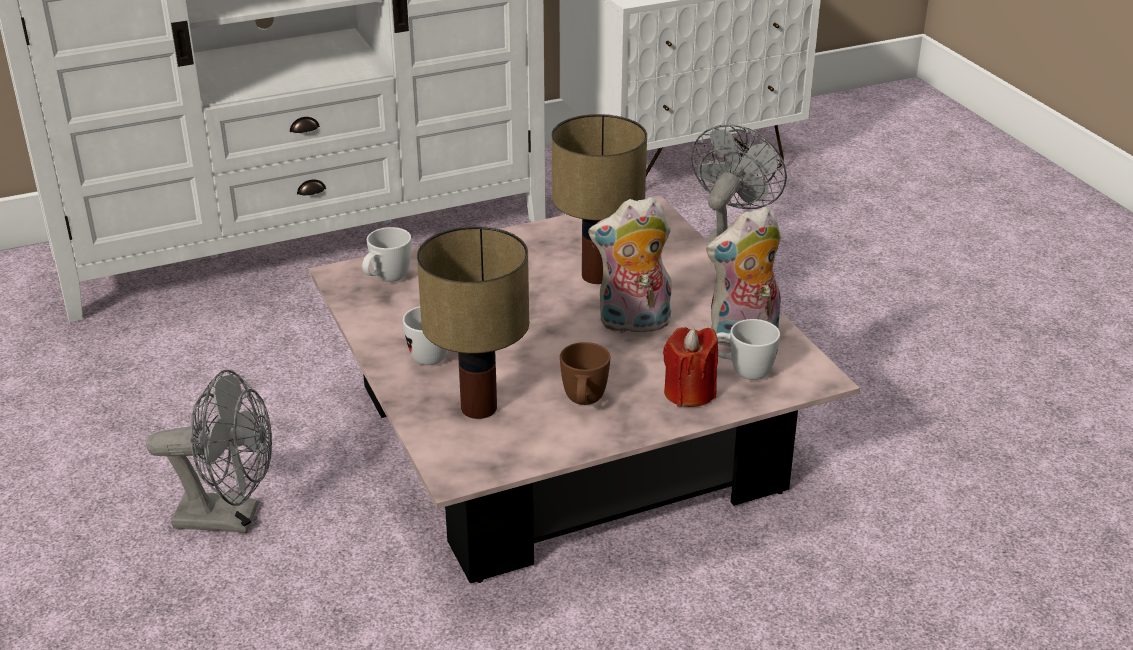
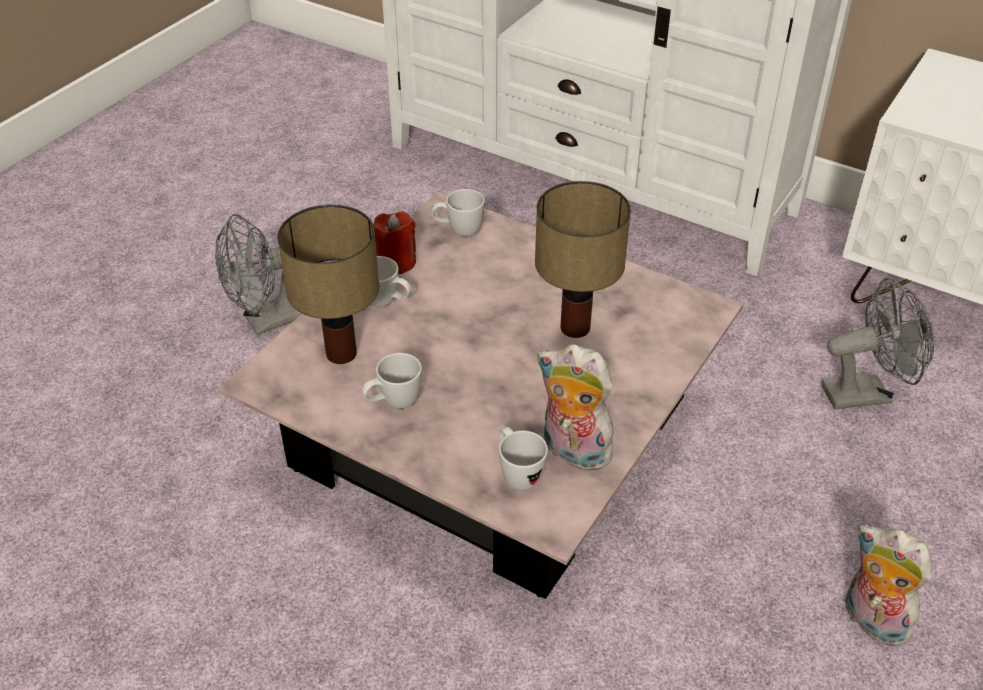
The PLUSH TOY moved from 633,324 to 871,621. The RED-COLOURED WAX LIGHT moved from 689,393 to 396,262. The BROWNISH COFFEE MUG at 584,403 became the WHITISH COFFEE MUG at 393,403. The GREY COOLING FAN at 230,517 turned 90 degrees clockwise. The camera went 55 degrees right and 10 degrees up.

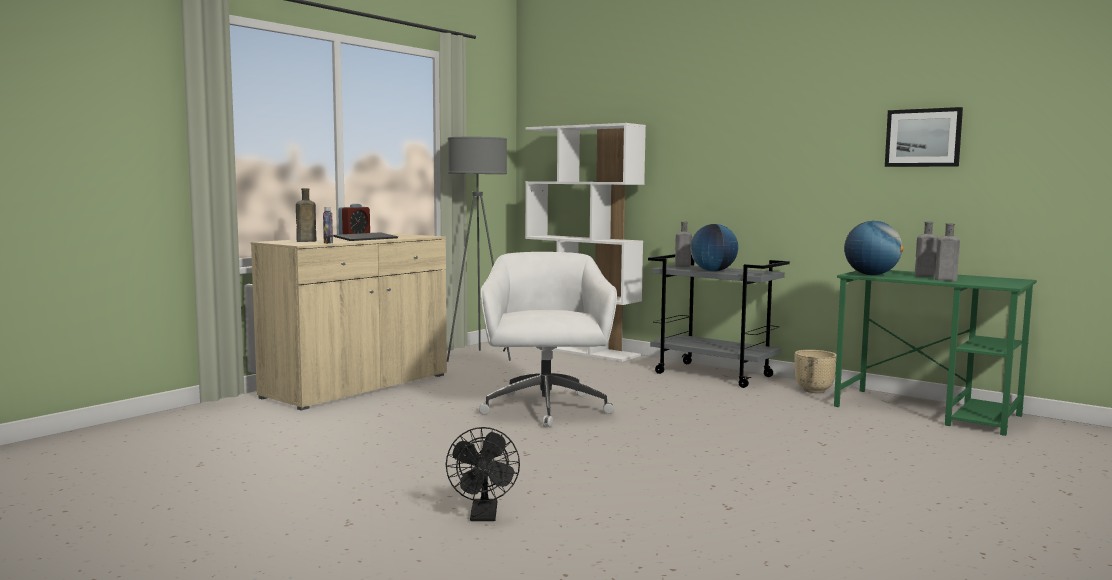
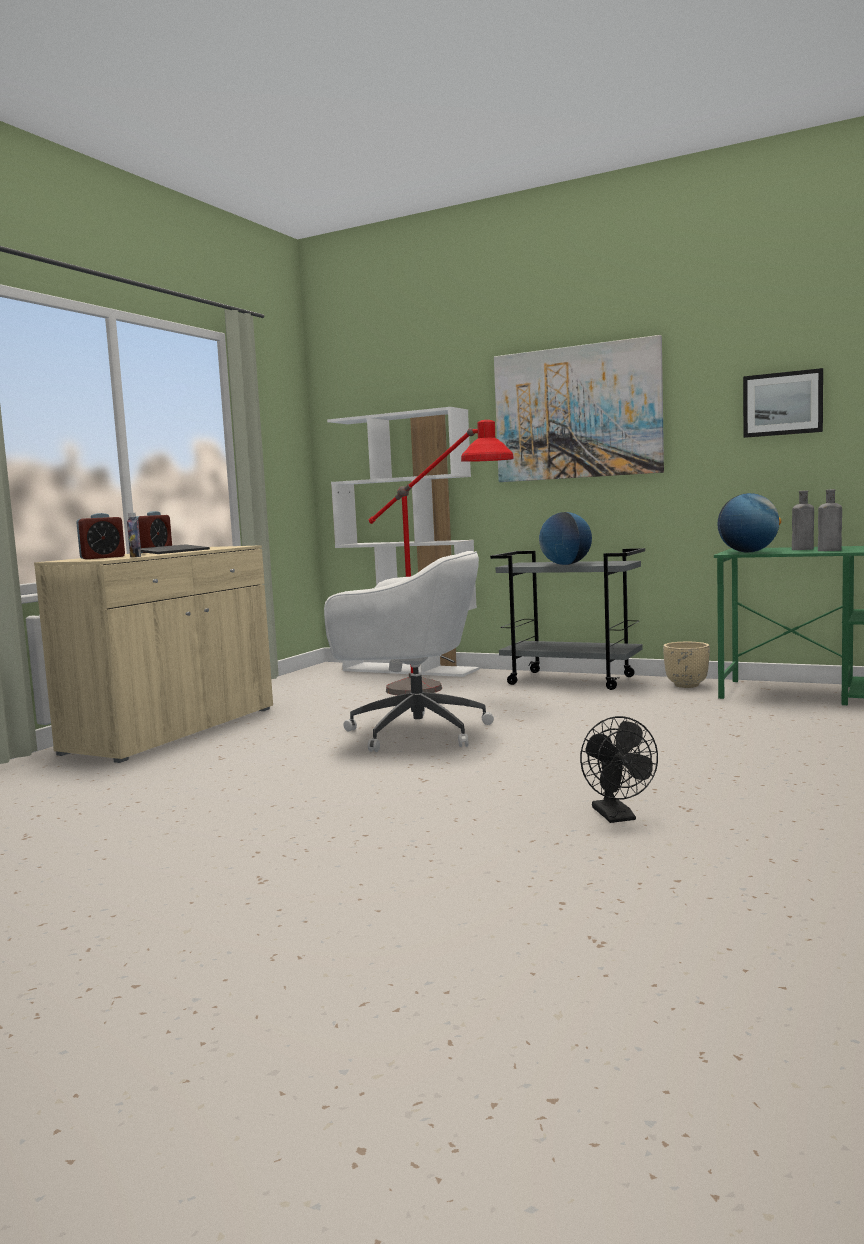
The GREY FLOOR LAMP at 478,357 disappeared. The GREY BEVERAGE BOTTLE at 681,266 disappeared. The RED-COLOURED FLOOR LAMP at 445,693 appeared. The WALL PICTURE at 577,412 appeared. The BLACK-COLOURED COOLING FAN moved from 484,516 to 617,817. The BROWNISH BEVERAGE BOTTLE at 305,241 was replaced by the ALARM CLOCK at 102,557. The WHITISH DESK CHAIR at 545,409 turned 120 degrees clockwise. The camera went 10 degrees left and 0 degrees up.

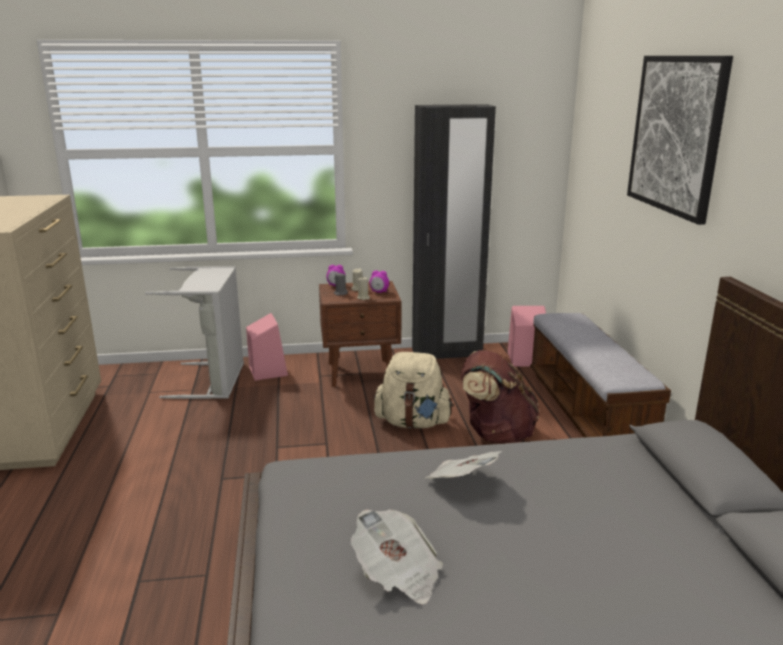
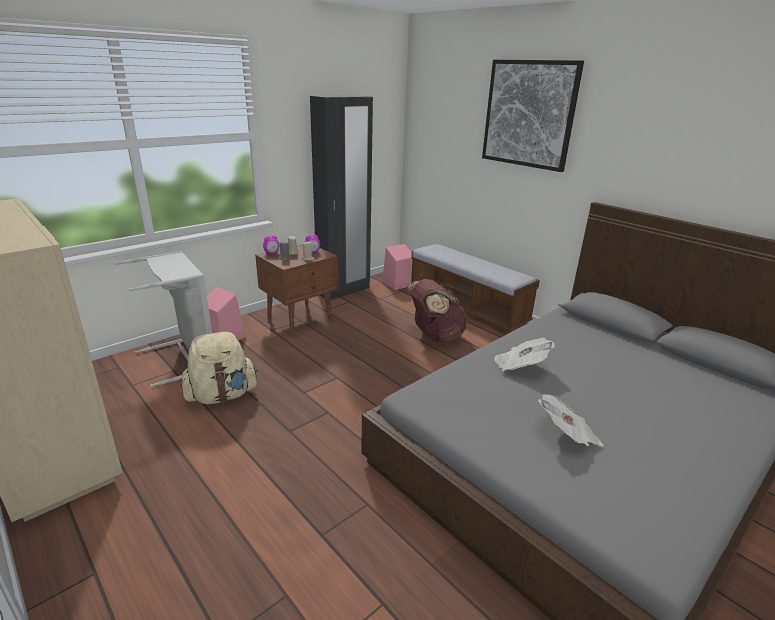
The SAND-COLOURED BACKPACK moved from 413,422 to 222,395. The camera went 35 degrees left and 5 degrees up.

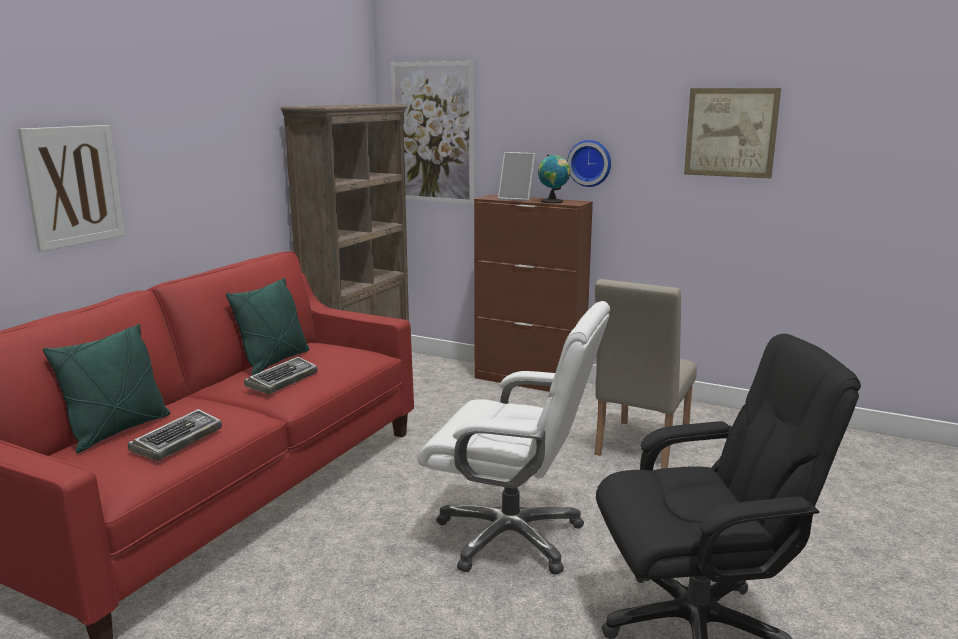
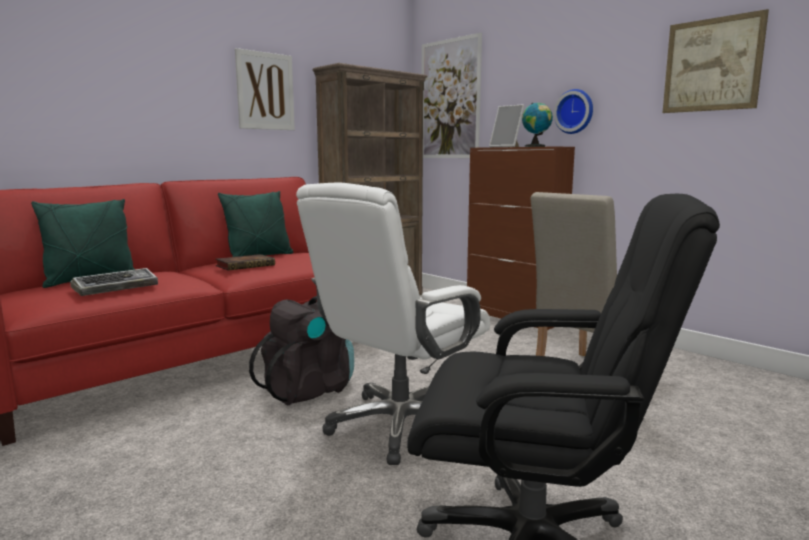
The BLACK-COLOURED BACKPACK at 309,389 appeared. The WALL PICTURE moved from 73,186 to 265,91. The PC KEYBOARD at 282,380 was replaced by the BOUND BOOK at 246,266. The WHITISH DESK CHAIR at 512,536 turned 90 degrees clockwise. The camera went 20 degrees right and 5 degrees down.

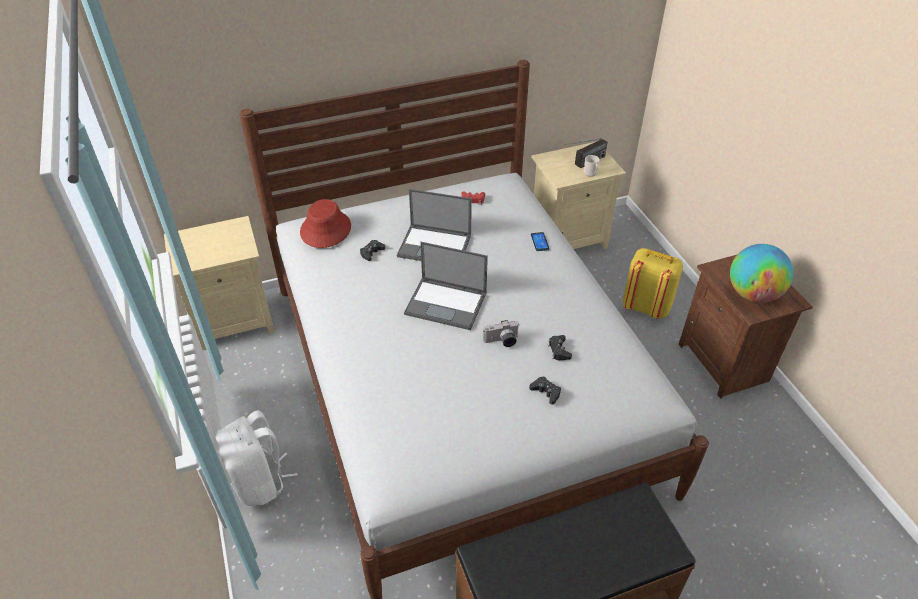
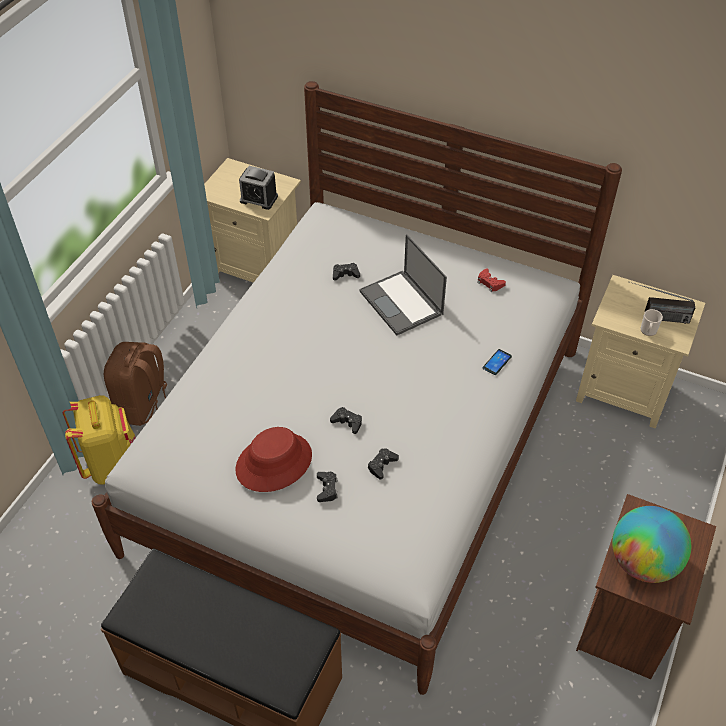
The PORTABLE COMPUTER at 447,303 disappeared. The ALARM CLOCK at 259,199 appeared. The RED-COLOURED HAT moved from 325,229 to 274,462. The YELLOWISH BACKPACK moved from 646,307 to 110,463. The STILL CAMERA at 502,341 was replaced by the BLACK-COLOURED GAME CONTROLLER at 347,422. The WHITISH BACKPACK at 260,481 became the BROWNISH BACKPACK at 144,406. The camera went 45 degrees right and 5 degrees up.

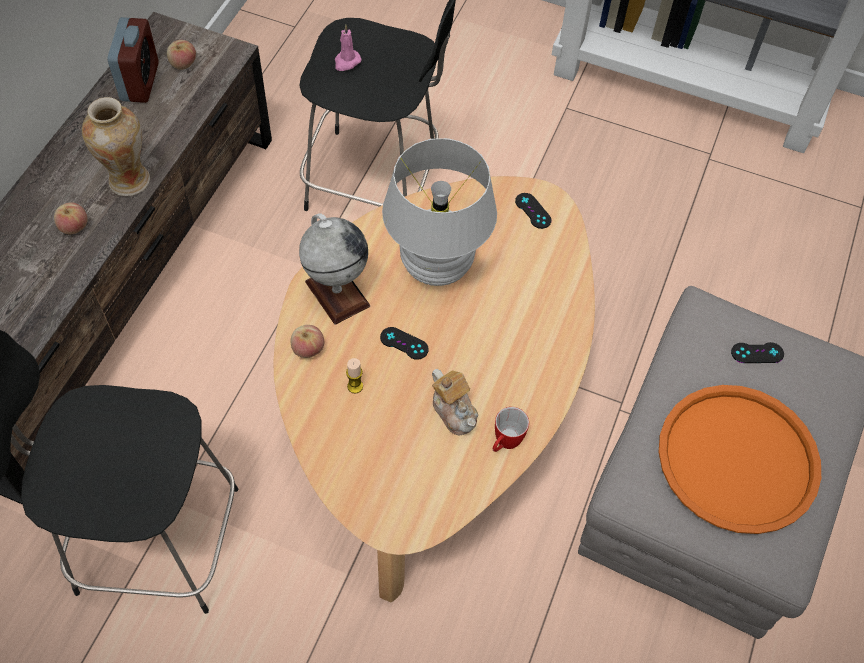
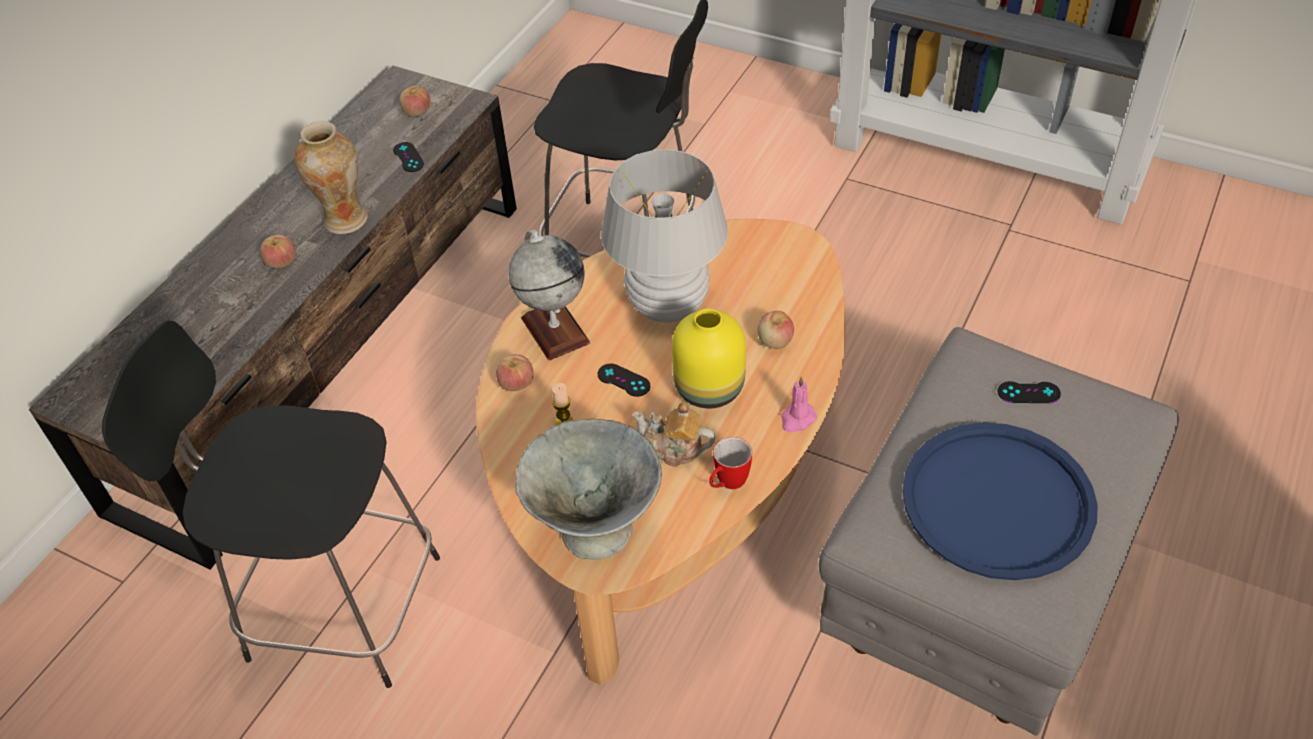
The ALARM CLOCK at 140,82 disappeared. The GREY DEEP DISH at 596,529 appeared. The YELLOWISH VASE at 707,387 appeared. The WHOLE APPLE at 775,341 appeared. The PINK WAX LIGHT moved from 346,62 to 797,419. The BLACK-COLOURED GAME CONTROLLER moved from 533,211 to 408,157. The ORANGE TRAY at 737,459 became the BLUE-COLOURED TRAY at 997,501. The TEAPOT at 454,410 turned 135 degrees clockwise. The camera went 10 degrees right and 10 degrees down.

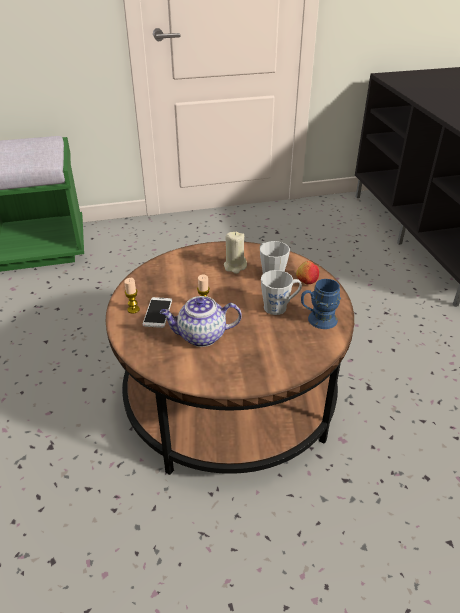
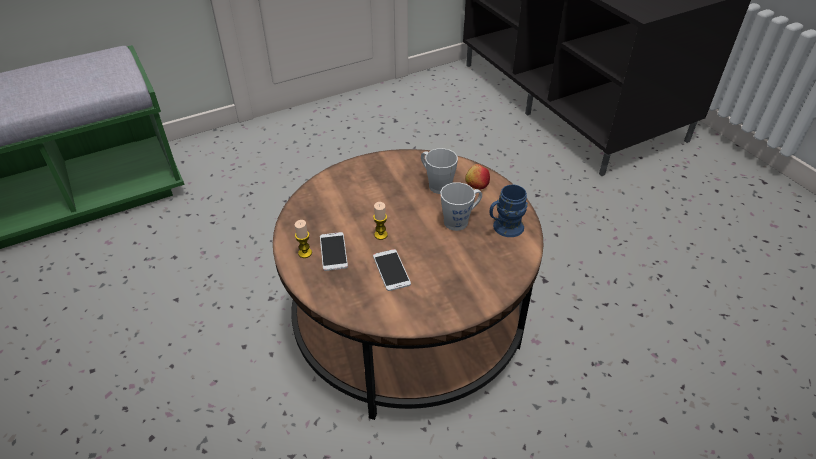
The SAND-COLOURED WAX LIGHT at 235,266 disappeared. The TEAPOT at 201,336 was replaced by the HANDSET at 391,270. The camera went 15 degrees left and 5 degrees up.

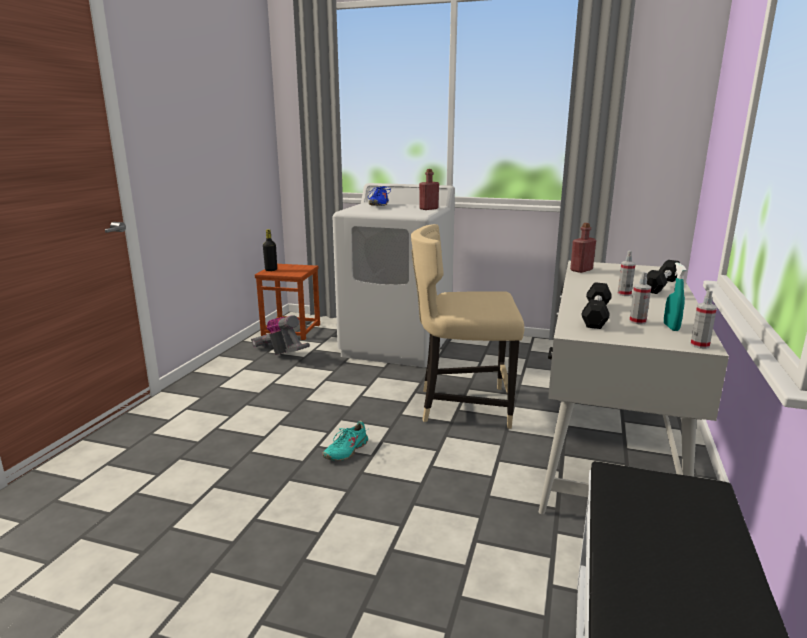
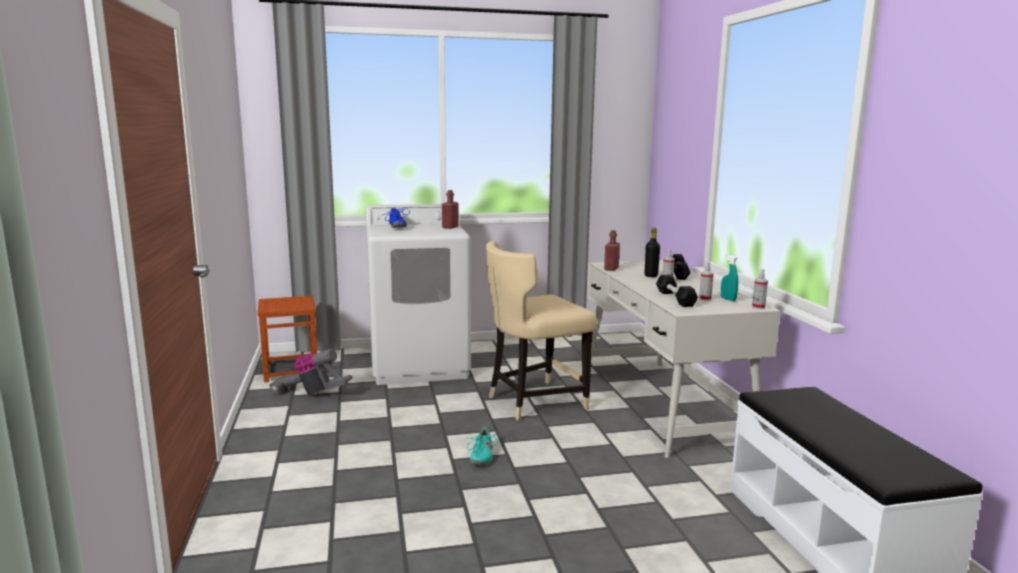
The BLACK-COLOURED BEVERAGE BOTTLE moved from 271,270 to 651,276. The camera went 30 degrees left and 5 degrees down.

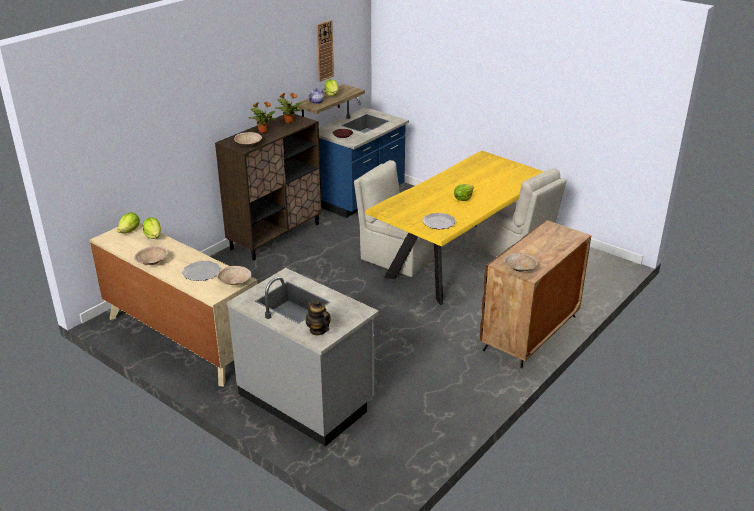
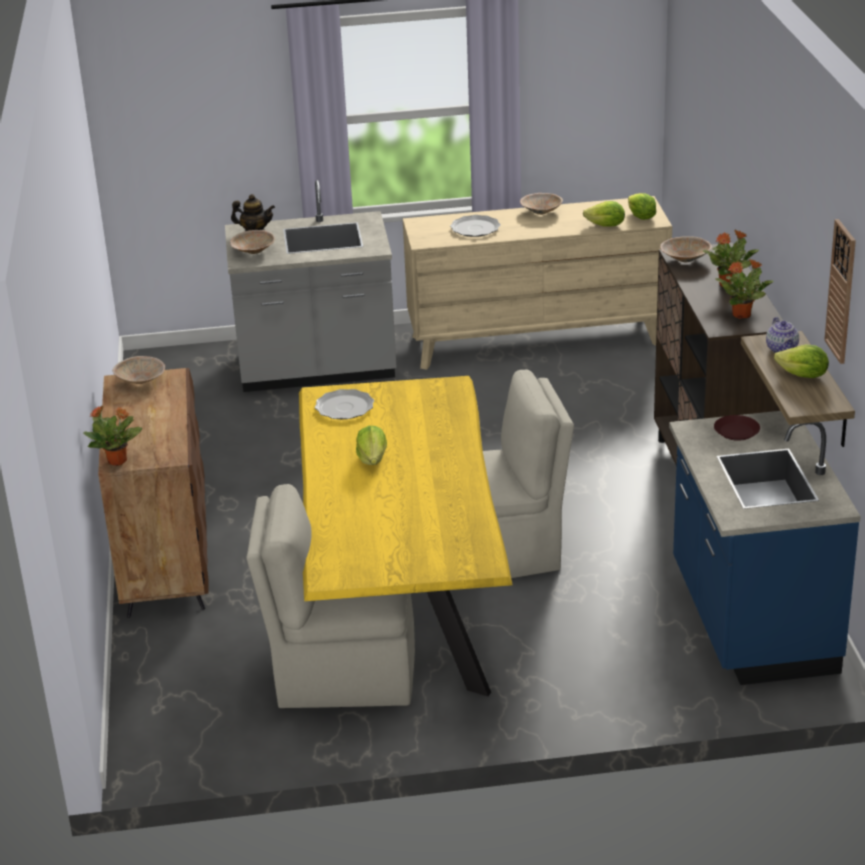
The HOUSEPLANT at 118,461 appeared. The SAND-COLOURED DEEP DISH moved from 235,282 to 253,251. The camera went 135 degrees right and 0 degrees up.

